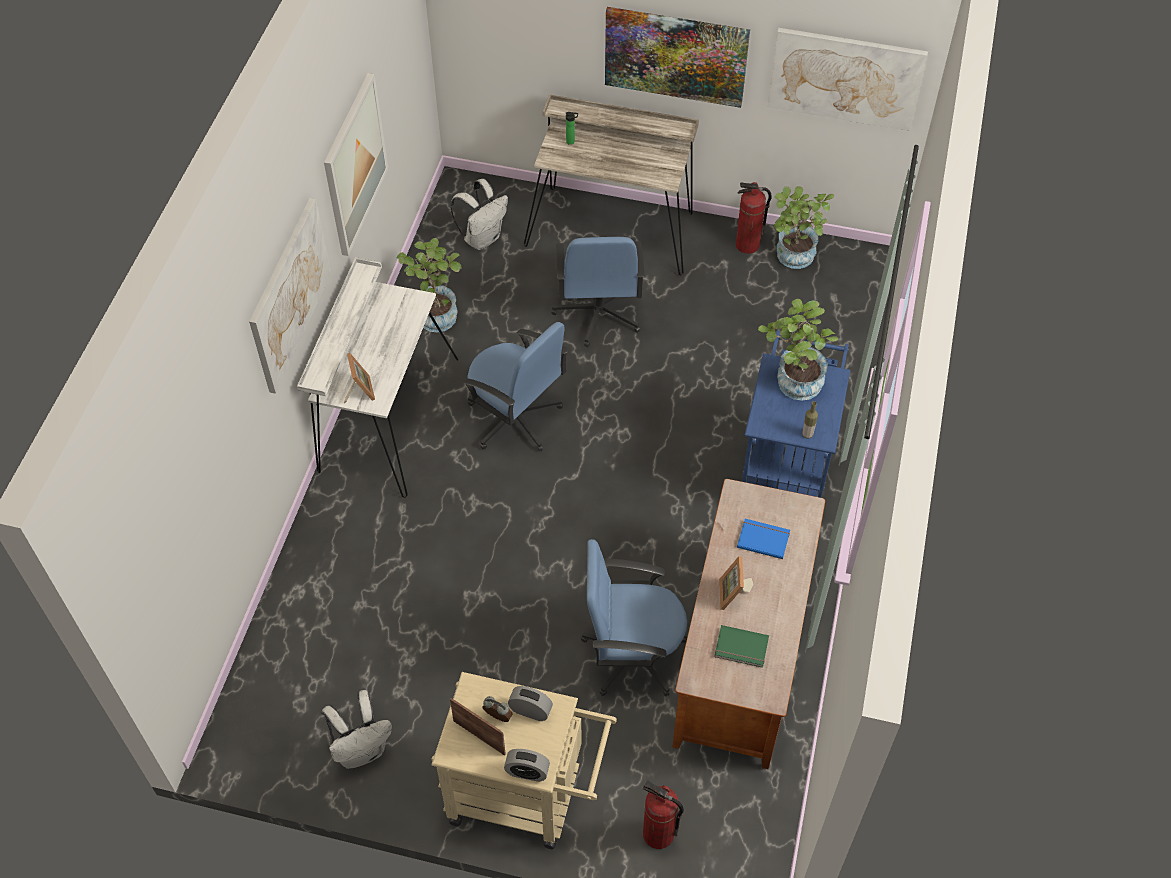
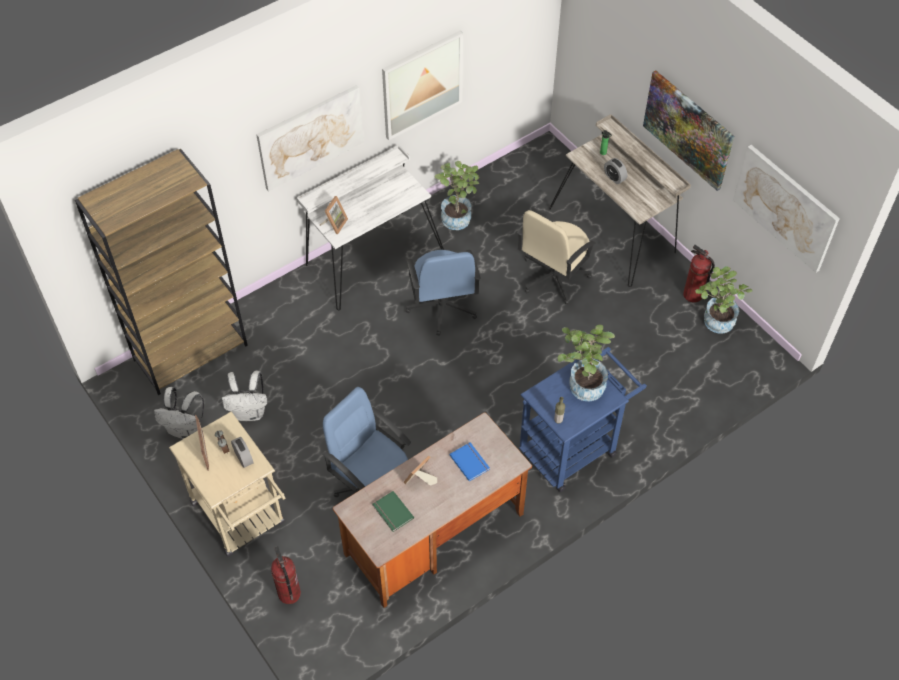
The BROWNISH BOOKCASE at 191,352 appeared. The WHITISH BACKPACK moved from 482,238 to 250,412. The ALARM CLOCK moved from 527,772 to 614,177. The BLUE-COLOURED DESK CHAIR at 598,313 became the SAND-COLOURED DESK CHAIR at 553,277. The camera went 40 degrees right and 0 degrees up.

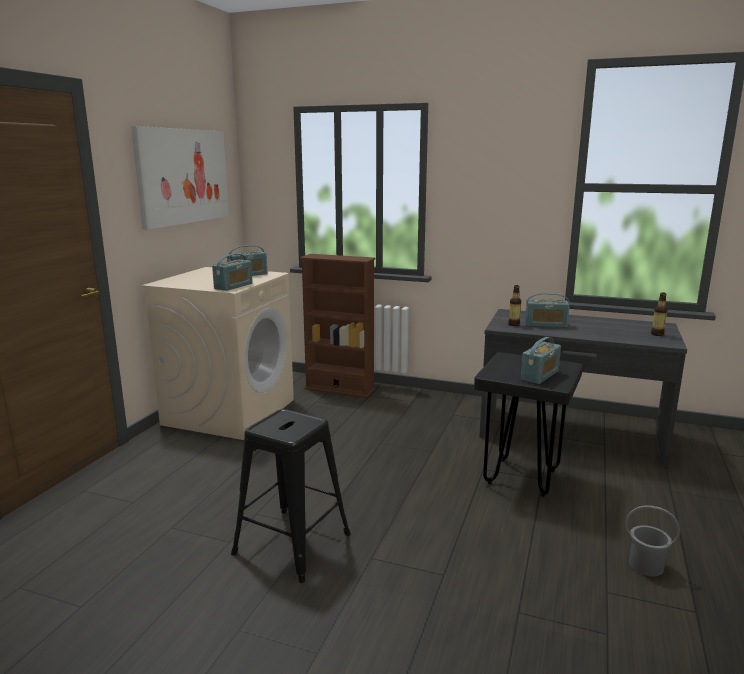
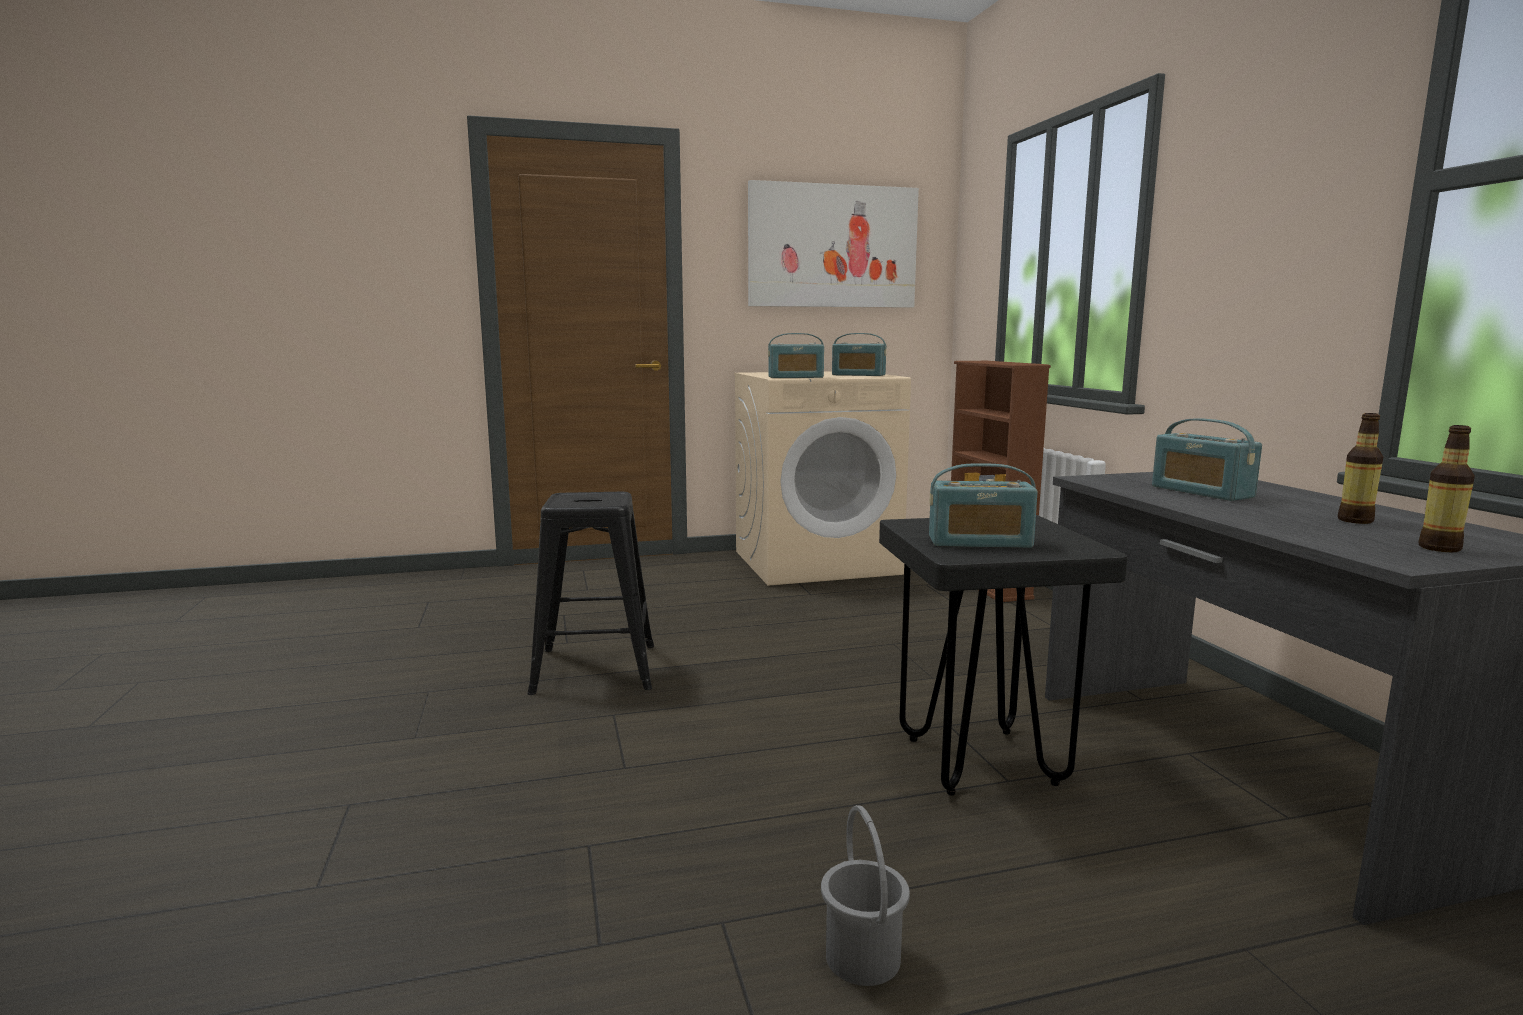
The BEVERAGE BOTTLE moved from 513,324 to 1355,520. The camera went 55 degrees right and 5 degrees down.

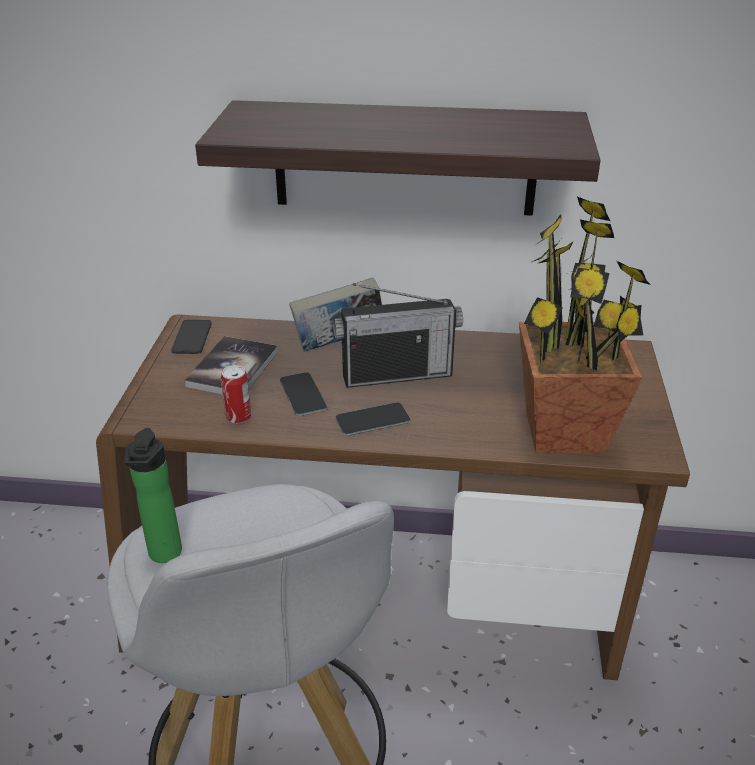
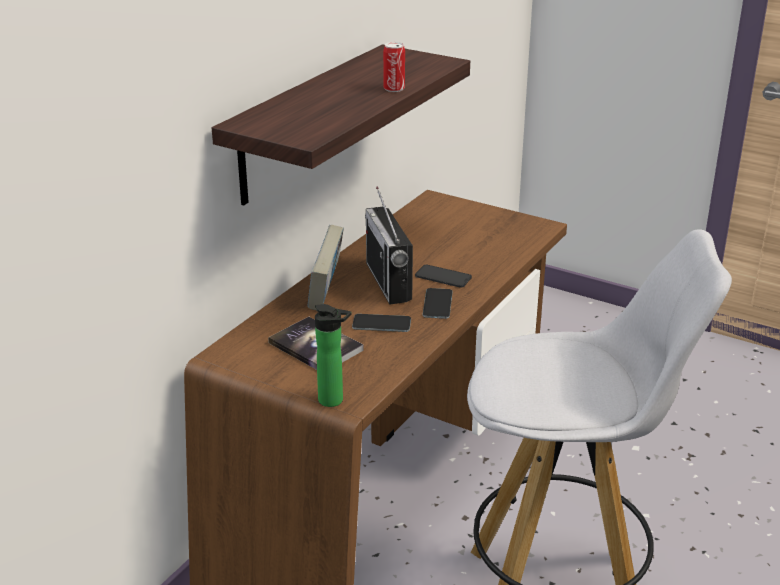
The HOUSEPLANT at 565,432 disappeared. The BEVERAGE BOTTLE moved from 164,555 to 334,401. The HANDSET moved from 192,337 to 443,277. The METAL CAN moved from 238,416 to 394,89. The RADIO RECEIVER at 396,374 turned 150 degrees clockwise. The camera went 65 degrees left and 5 degrees down.

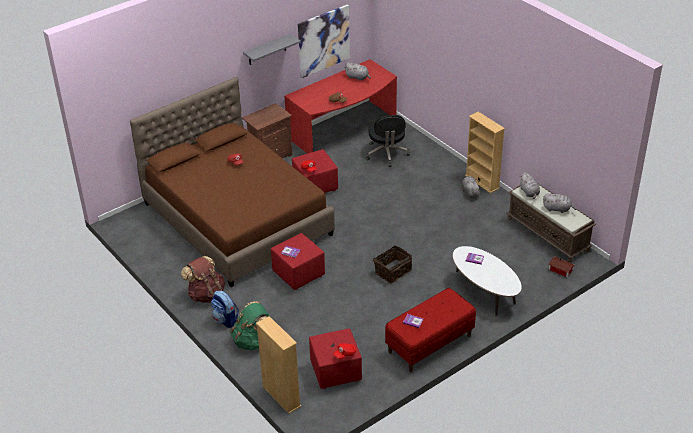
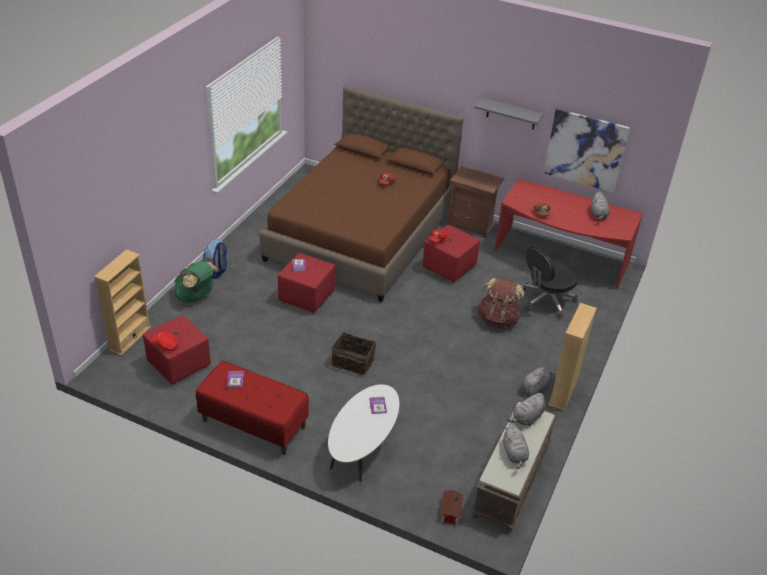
The BROWNISH BACKPACK moved from 206,294 to 498,319. The camera went 60 degrees right and 0 degrees up.

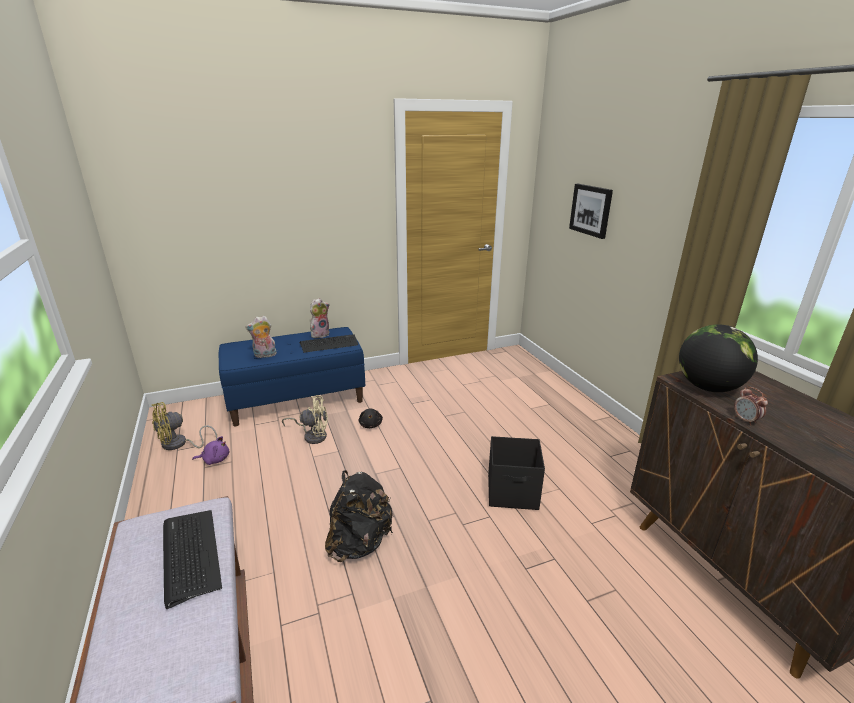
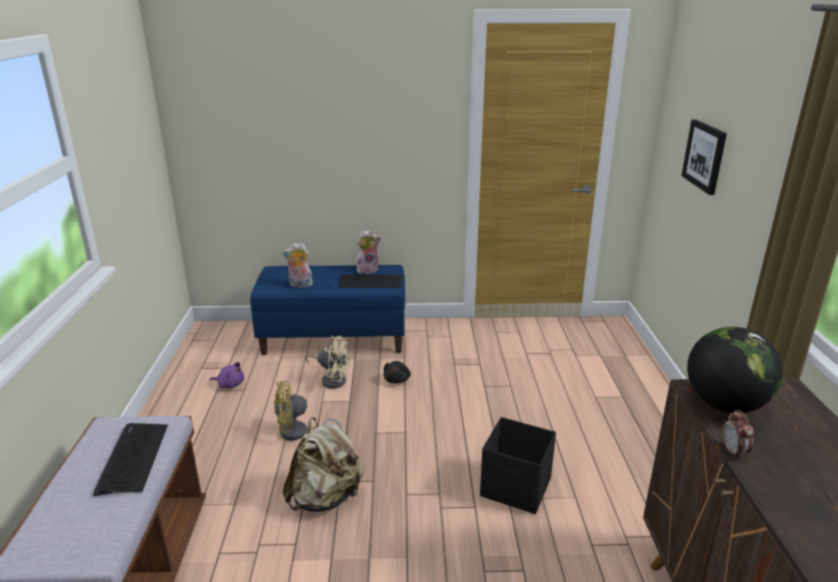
The YELLOWISH COOLING FAN moved from 179,444 to 299,435. The BLACK-COLOURED BACKPACK at 359,542 became the SAND-COLOURED BACKPACK at 325,498. The camera went 20 degrees right and 0 degrees up.

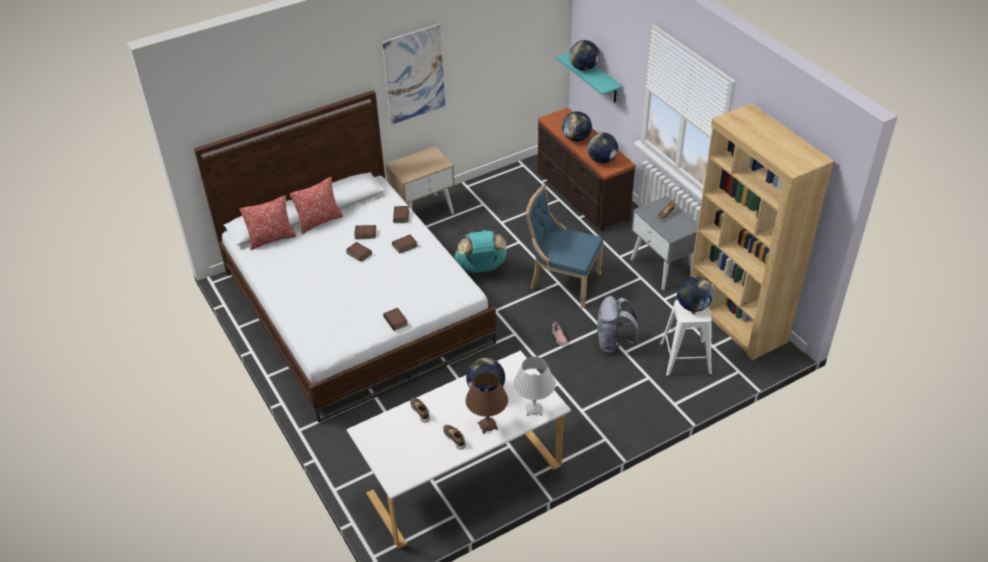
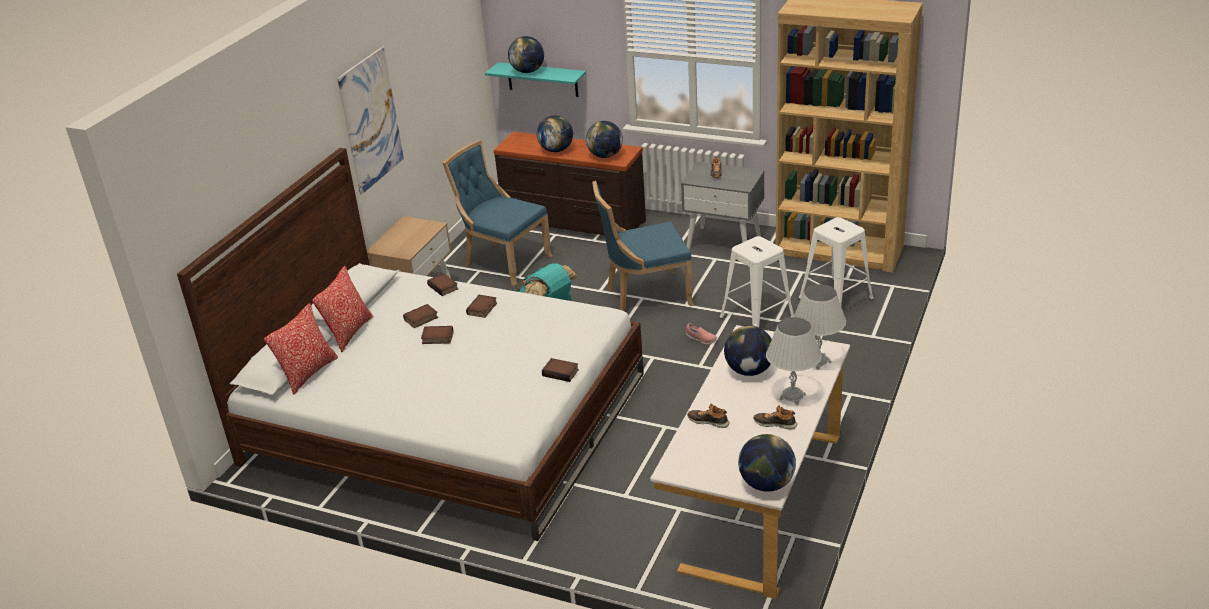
The BLUE-COLOURED UPRIGHT CHAIR at 503,261 appeared. The DESK GLOBE moved from 693,306 to 766,484. The GREY BACKPACK at 614,343 was replaced by the WHITISH SITTING STOOL at 758,318. The BROWNISH LAMP FOR A TABLE at 487,426 became the WHITISH LAMP FOR A TABLE at 792,397. The camera went 35 degrees left and 10 degrees down.

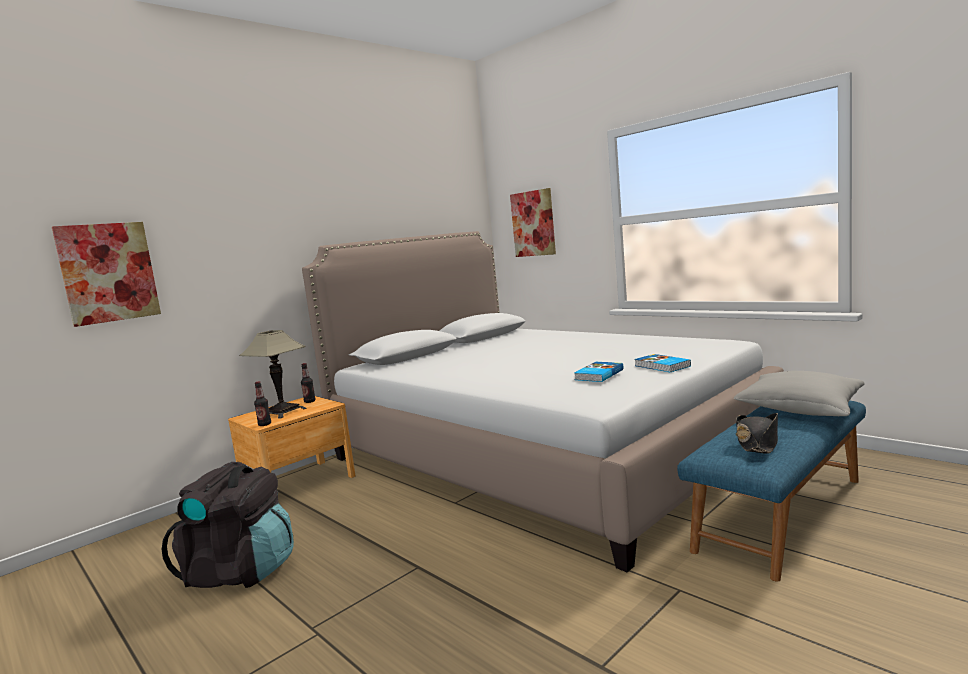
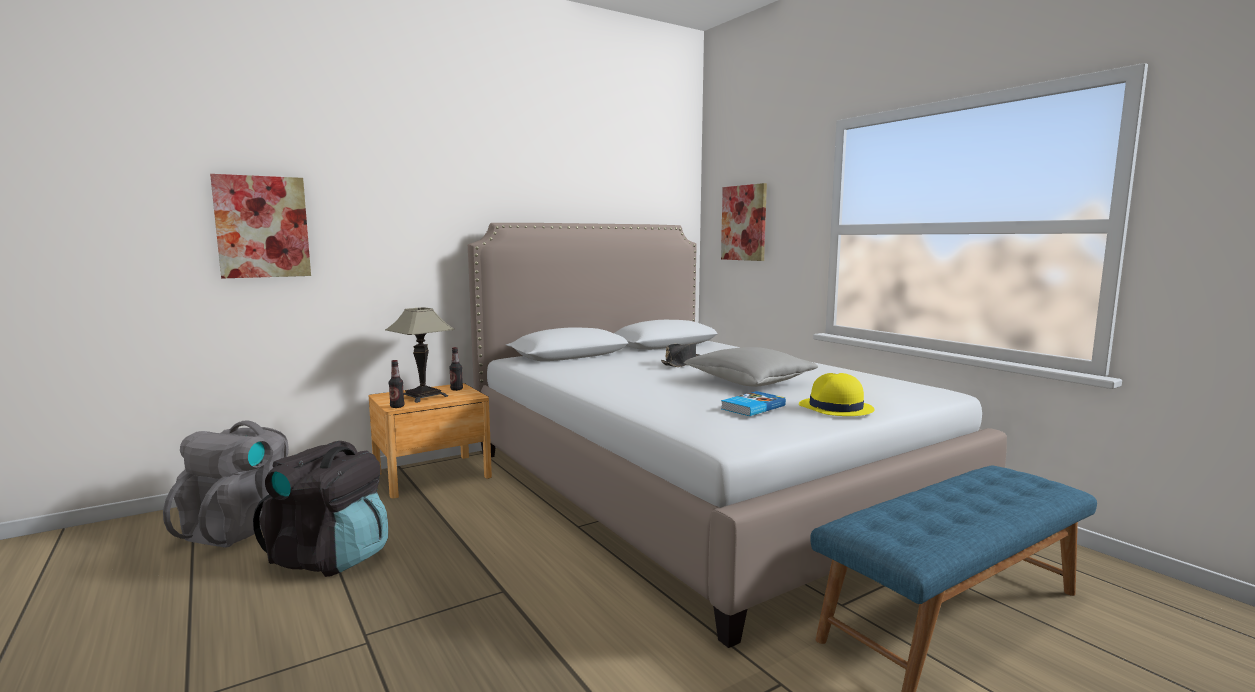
The GREY BACKPACK at 242,527 appeared. The GREY THROW PILLOW moved from 800,409 to 749,382. The BLACK-COLOURED HAT moved from 757,443 to 681,363. The BOUND BOOK at 661,366 was replaced by the YELLOWISH HAT at 835,408. The camera went 10 degrees right and 0 degrees up.

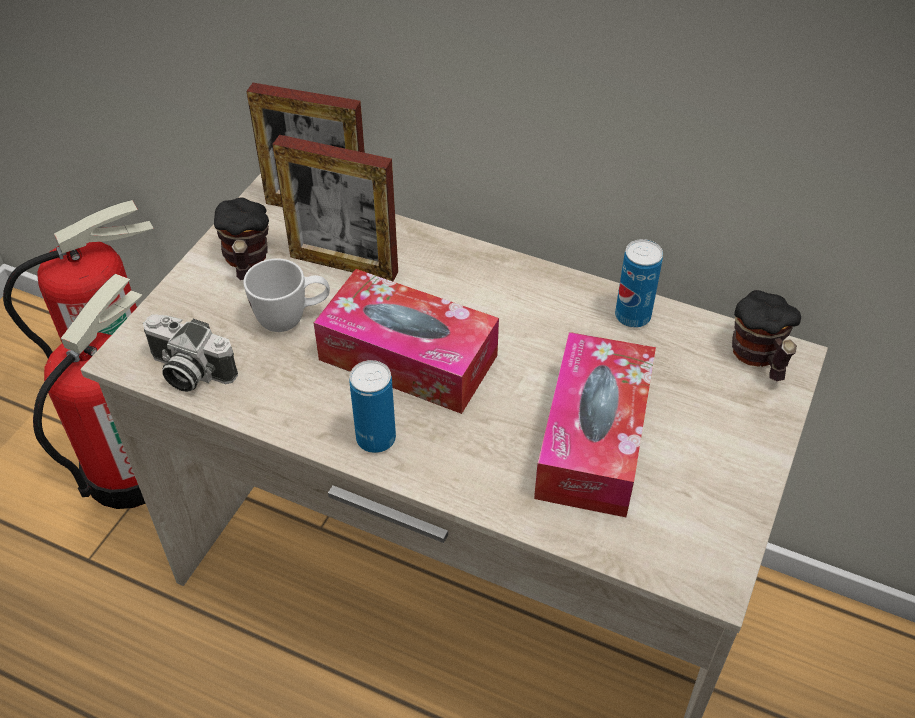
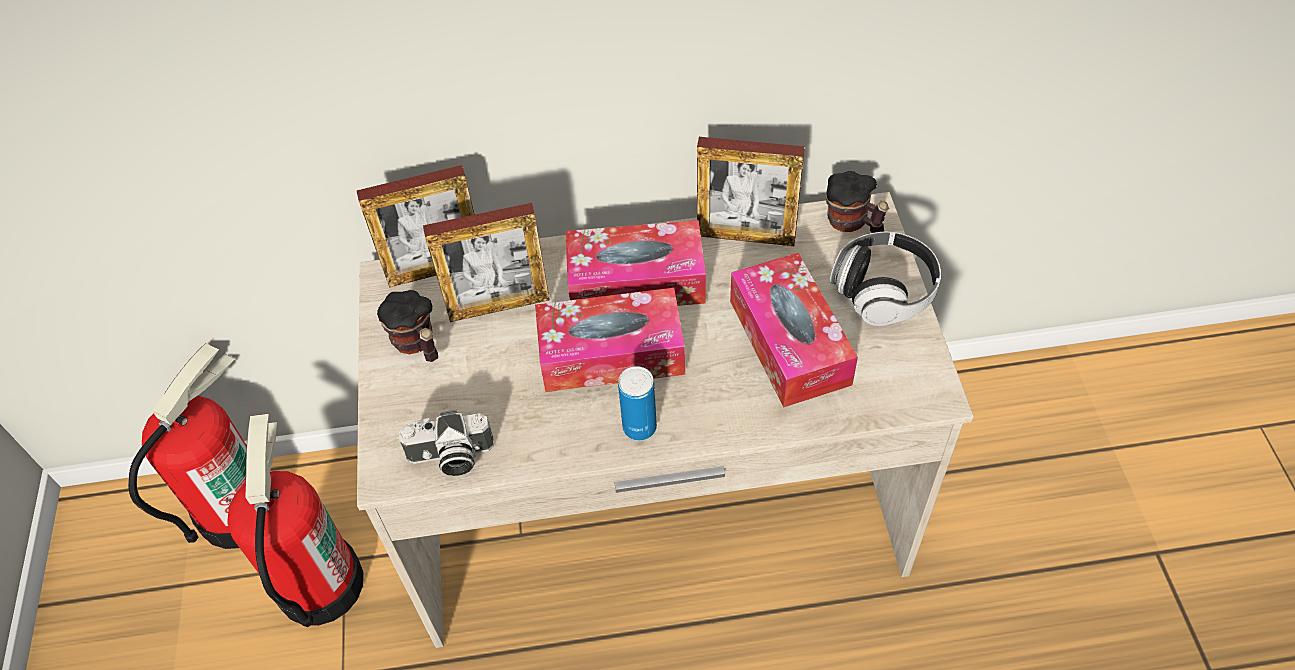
The WHITISH COFFEE MUG at 292,319 disappeared. The TISSUE BOX at 636,281 appeared. The HEADSET at 883,291 appeared. The METAL CAN at 632,316 was replaced by the PHOTO FRAME at 746,236. The camera went 30 degrees left and 5 degrees up.

